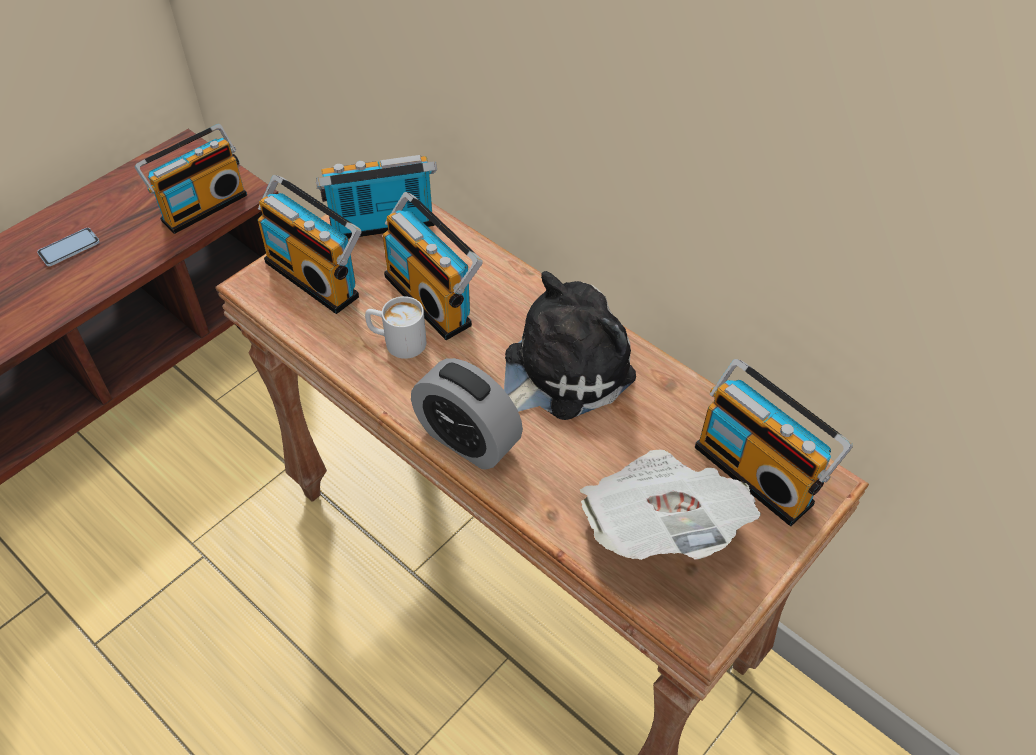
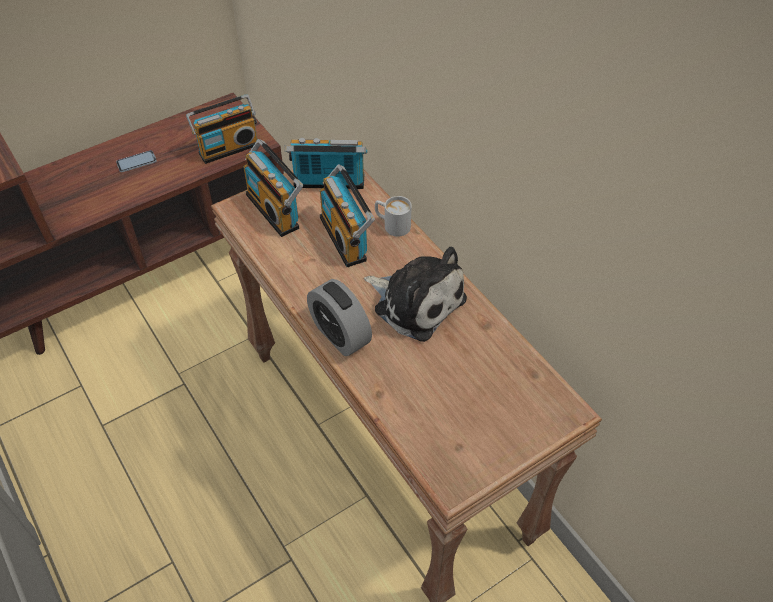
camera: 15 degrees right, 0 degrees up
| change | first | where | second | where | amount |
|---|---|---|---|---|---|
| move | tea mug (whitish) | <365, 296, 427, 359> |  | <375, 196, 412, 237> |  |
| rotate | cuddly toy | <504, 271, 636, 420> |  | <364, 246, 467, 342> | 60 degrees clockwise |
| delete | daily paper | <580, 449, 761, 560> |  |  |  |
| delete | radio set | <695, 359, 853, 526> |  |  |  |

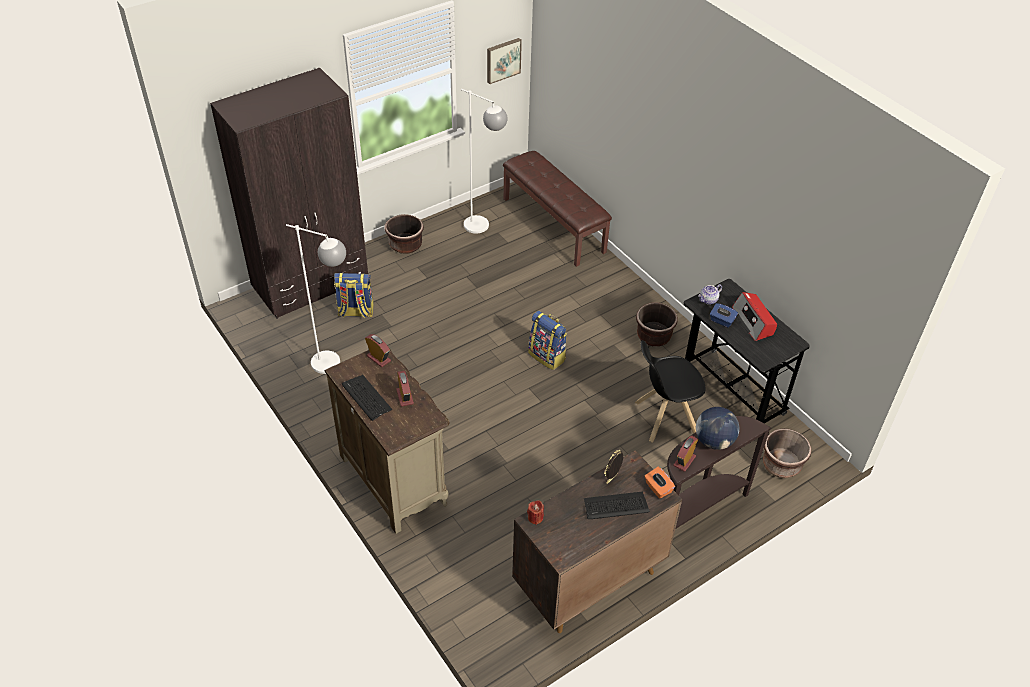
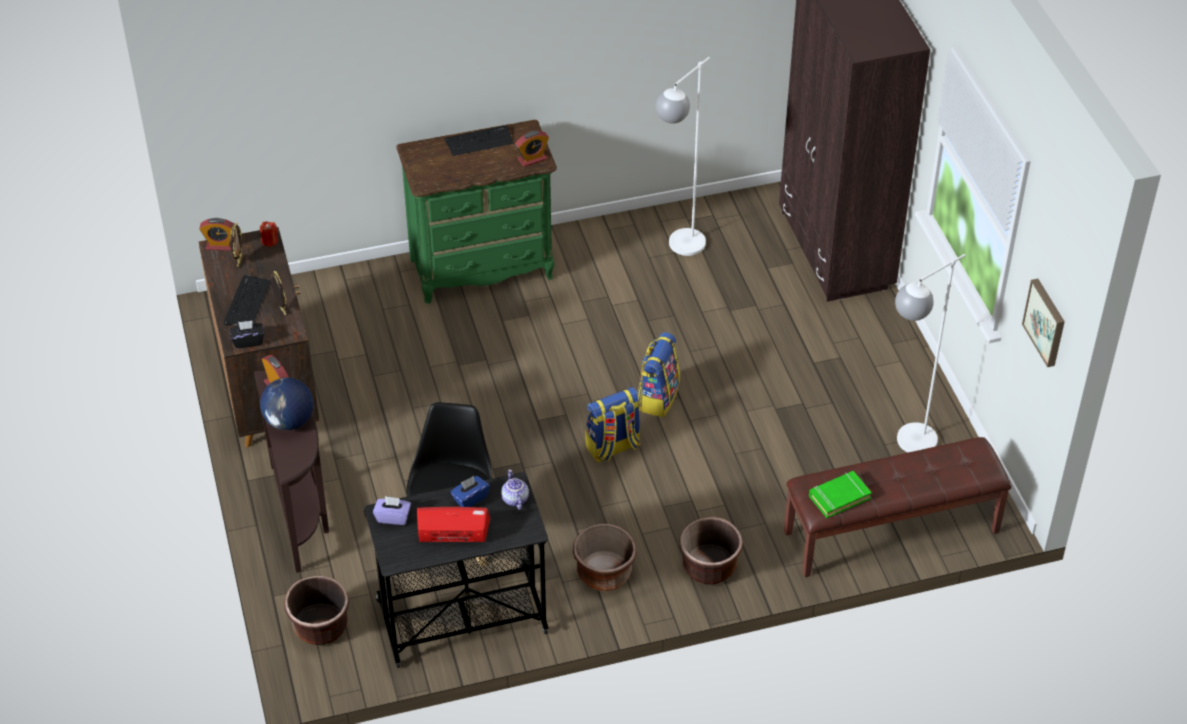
camera: 110 degrees right, 0 degrees up
| change | first | where | second | where | amount |
|---|---|---|---|---|---|
| recolor | dresser (beige-coloured) | <324, 348, 449, 534> | dresser (green-coloured) | <396, 119, 557, 304> |  |
| move | backpack | <334, 273, 374, 318> |  | <637, 332, 680, 417> |  |
| move | planter (brown-coloured) | <384, 214, 424, 254> |  | <679, 517, 743, 585> |  |
| move | table clock | <396, 371, 414, 407> |  | <199, 218, 234, 251> |  |
| recolor | tissue box (orange-coloured) | <644, 467, 675, 499> | tissue box (black) | <230, 321, 264, 348> |  |
| insert |  |  | standing frame | <230, 222, 242, 267> |  |
| insert |  |  | tissue box (purple) | <373, 496, 411, 525> |  |
| insert |  |  | bound book (green-coloured) | <809, 471, 872, 518> |  |

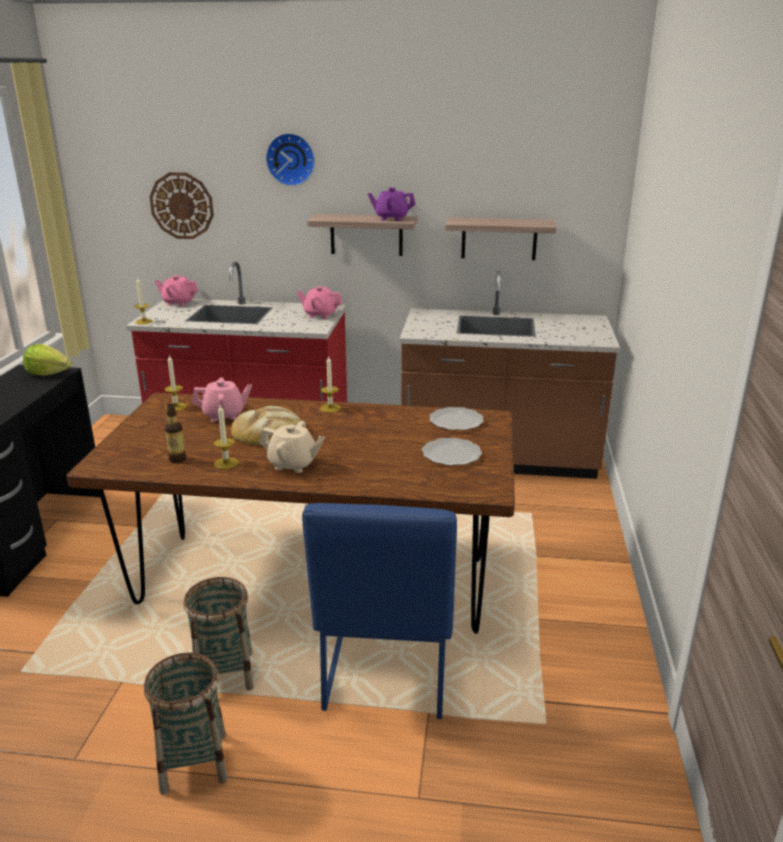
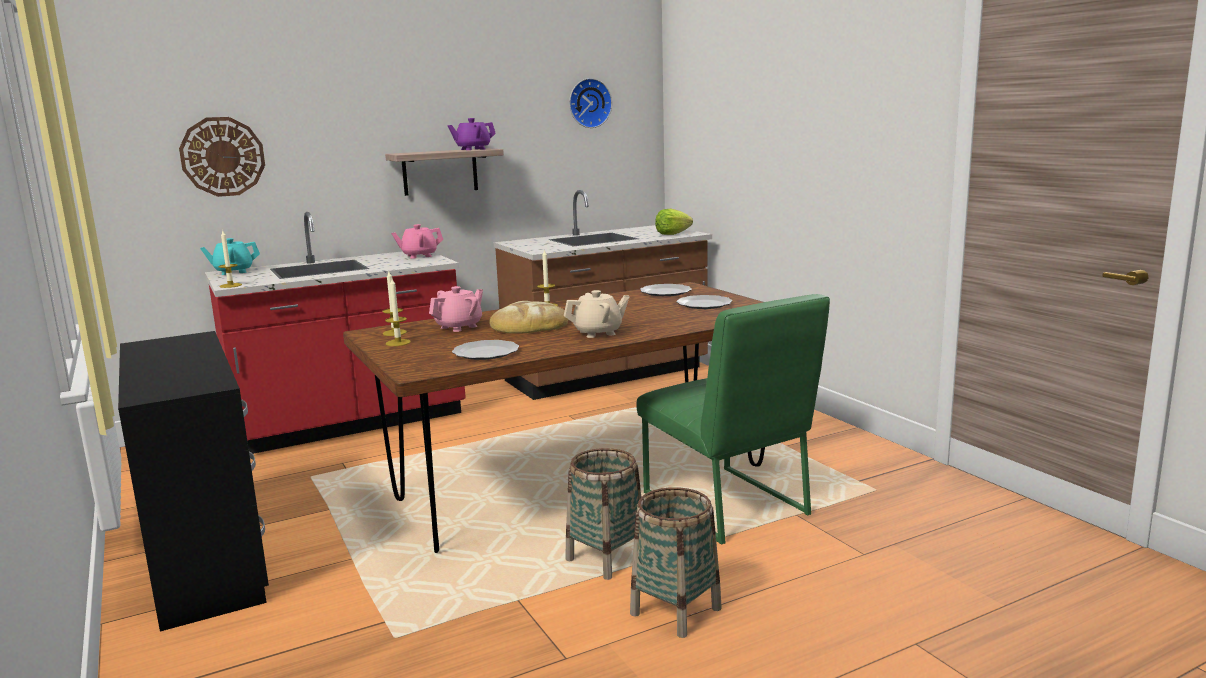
camera: 35 degrees left, 10 degrees down
| change | first | where | second | where | amount |
|---|---|---|---|---|---|
| move | lettuce | <23, 344, 72, 376> |  | <655, 209, 693, 235> |  |
| recolor | tea pot (pinkish) | <155, 275, 198, 306> | tea pot (turquoise) | <200, 238, 260, 275> |  |
| replace | drink bottle | <165, 404, 186, 463> | plate | <452, 340, 519, 360> |  |
| move | candle | <214, 405, 239, 469> |  | <385, 279, 411, 346> |  |
| move | hanging clock | <265, 133, 315, 186> |  | <569, 78, 612, 128> |  |
| recolor | upright chair (bluish) | <302, 503, 457, 719> | upright chair (green-coloured) | <637, 294, 830, 544> |  |
| delete | bracket shelf | <445, 217, 556, 260> |  |  |  |

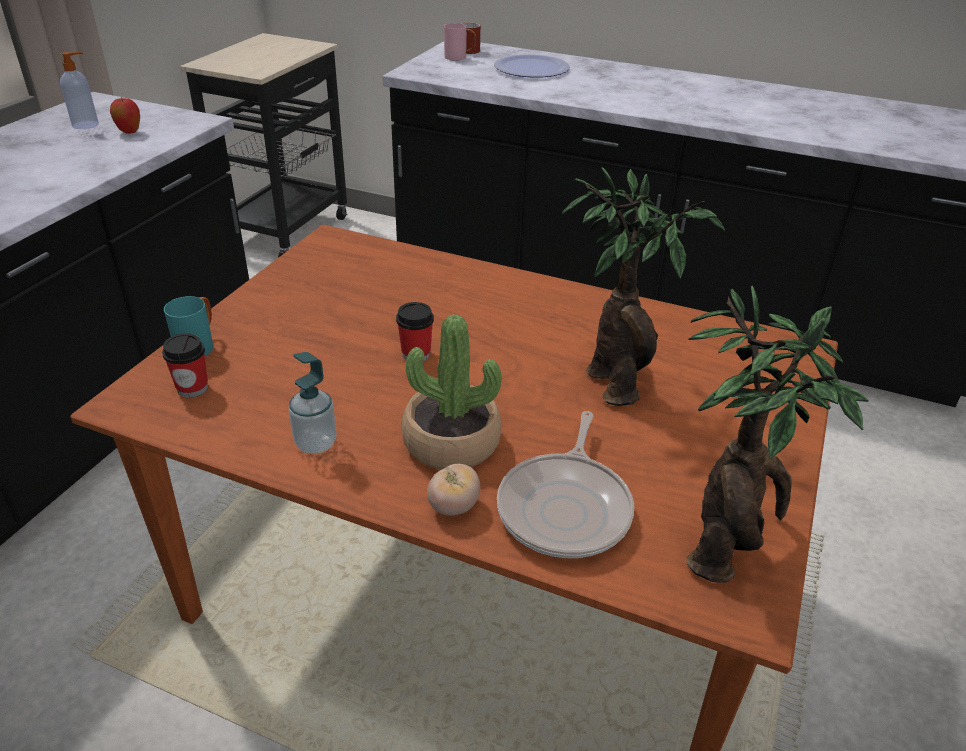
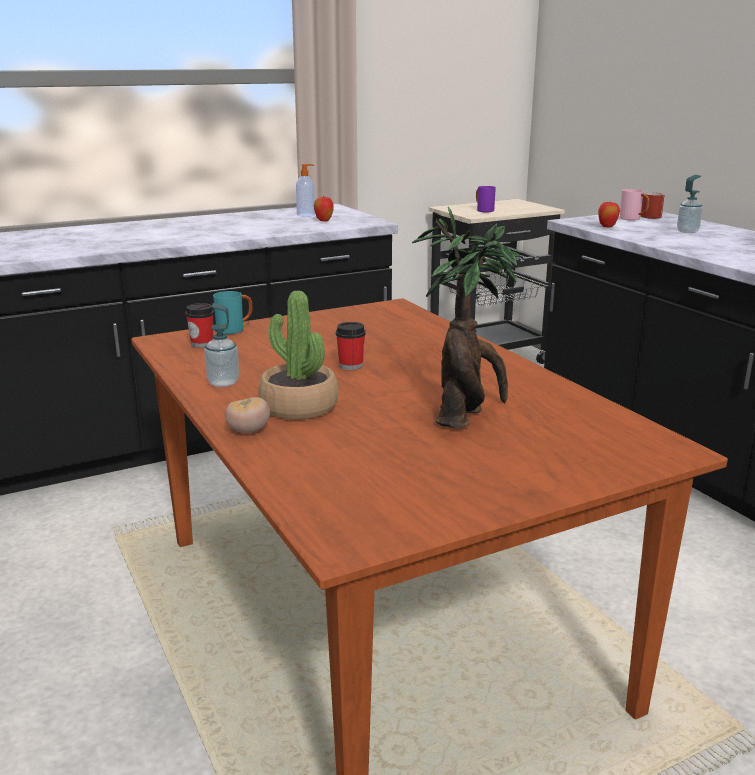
camera: 40 degrees right, 15 degrees down
| change | first | where | second | where | amount |
|---|---|---|---|---|---|
| replace | plate | <494, 54, 570, 78> | soap bottle | <677, 175, 703, 233> |  |
| delete | skillet | <497, 411, 634, 558> |  |  |  |
| delete | houseplant | <686, 285, 869, 583> |  |  |  |
| insert |  |  | tea mug (purple) | <476, 186, 496, 212> |  |
| insert |  |  | apple | <598, 202, 620, 227> |  |

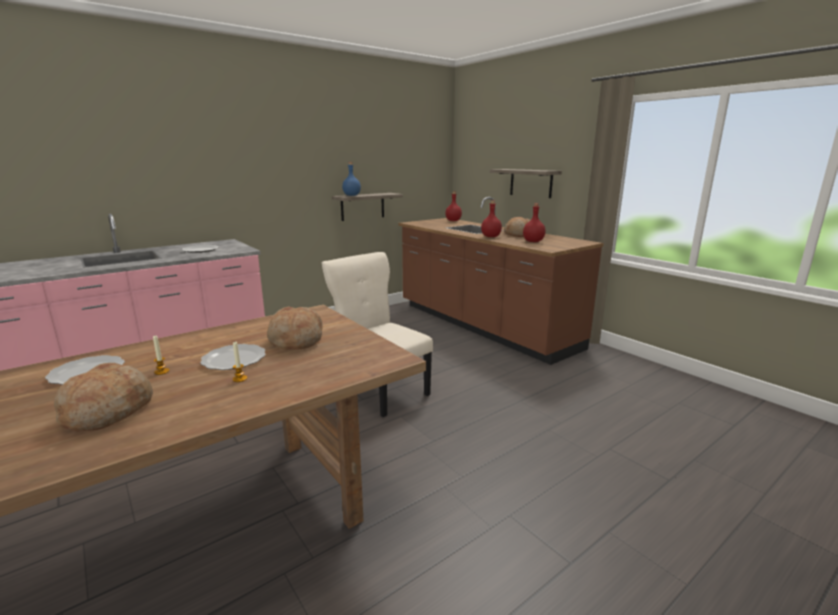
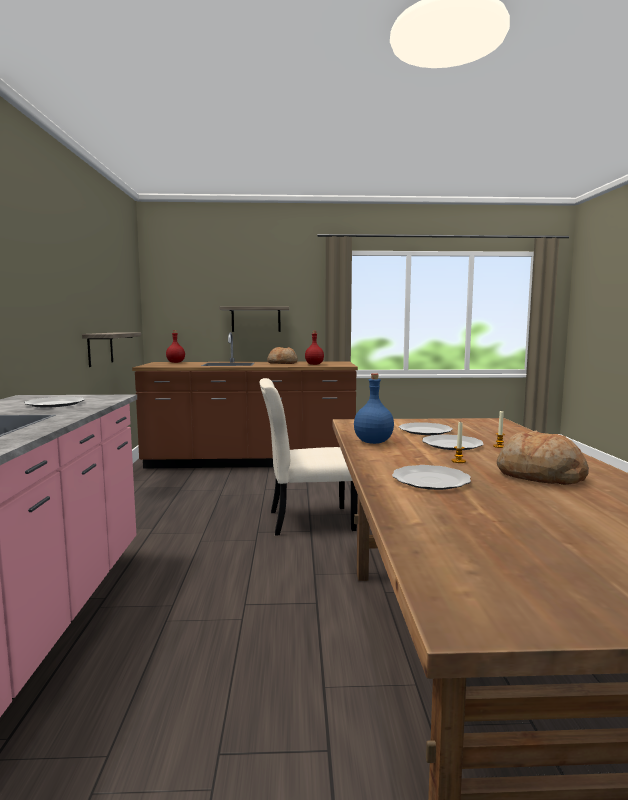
camera: 55 degrees left, 10 degrees down
| change | first | where | second | where | amount |
|---|---|---|---|---|---|
| replace | bread | <267, 306, 323, 350> | plate | <399, 422, 453, 435> |  |
| move | drink bottle (bluish) | <342, 162, 361, 196> |  | <354, 373, 394, 444> |  |
| delete | drink bottle (reddish) | <481, 200, 502, 237> |  |  |  |

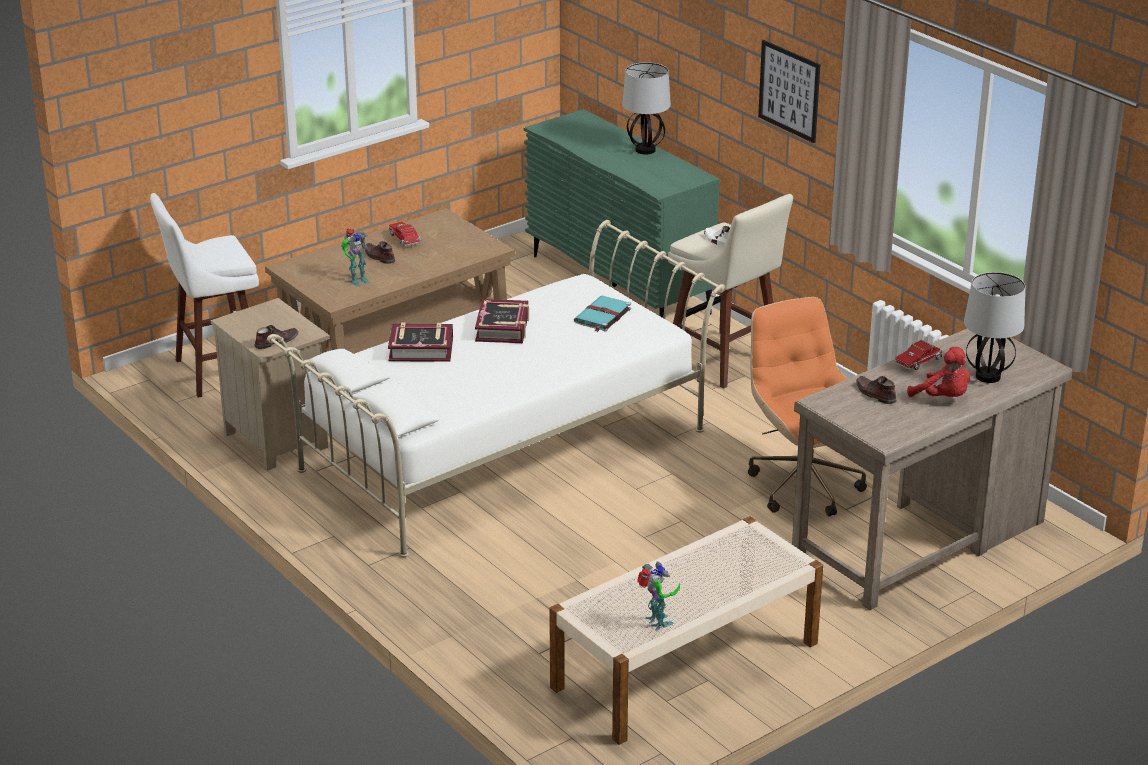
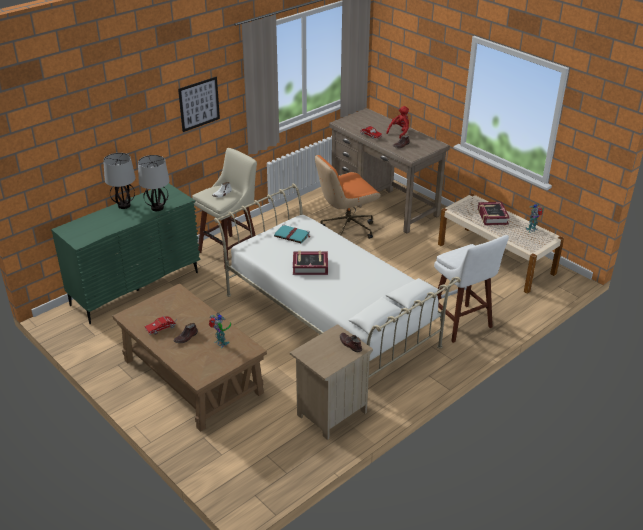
camera: 95 degrees left, 5 degrees up
| change | first | where | second | where | amount |
|---|---|---|---|---|---|
| move | sitting stool (whitish) | <150, 193, 259, 398> |  | <434, 235, 509, 343> |  |
| move | bound book | <388, 323, 453, 362> |  | <478, 202, 510, 225> |  |
| move | table lamp | <964, 272, 1025, 383> |  | <138, 155, 170, 211> |  |

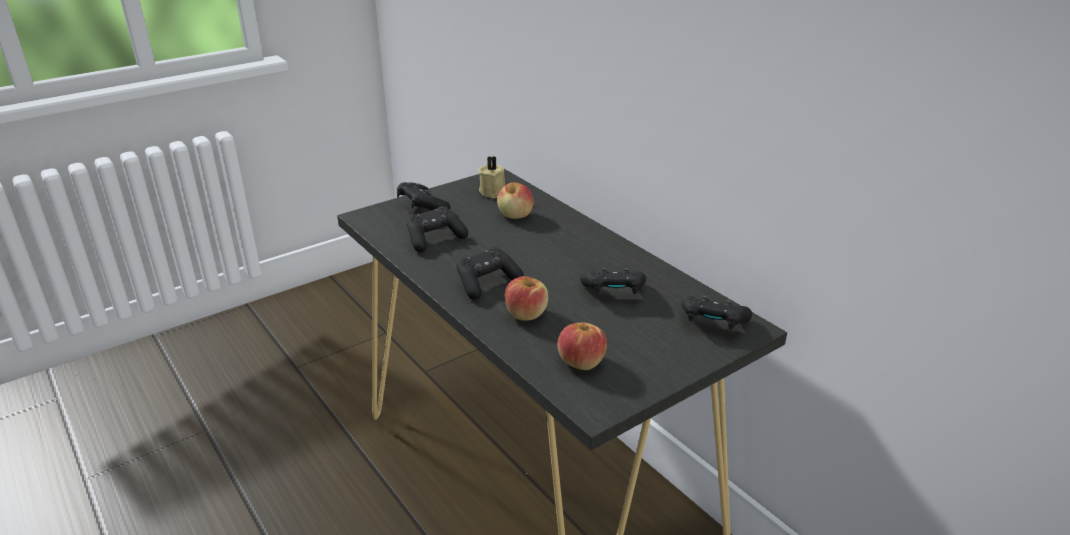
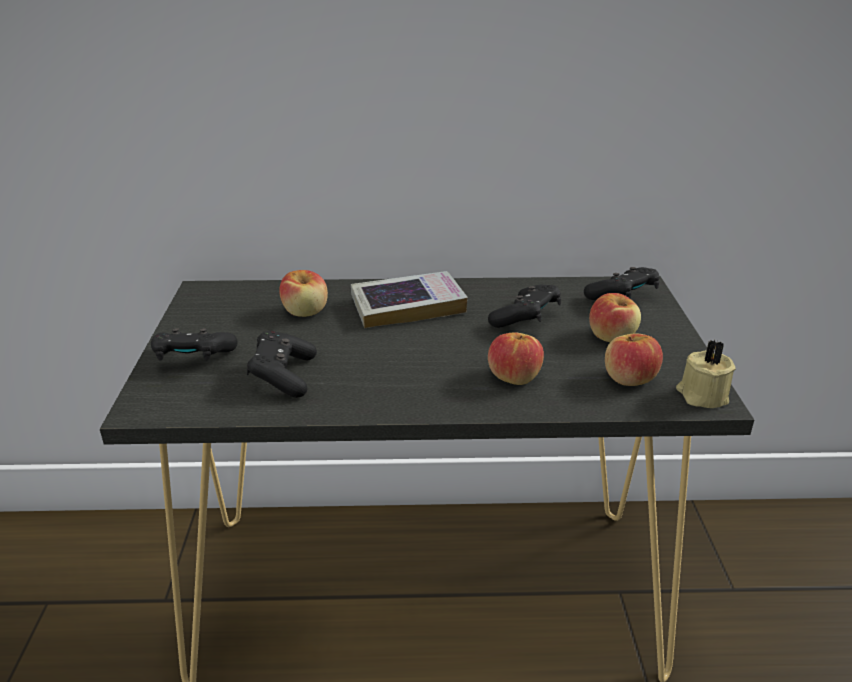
camera: 55 degrees left, 0 degrees up
| change | first | where | second | where | amount |
|---|---|---|---|---|---|
| delete | joypad (black) | <457, 247, 524, 300> |  |  |  |
| move | candle (beige-coloured) | <478, 156, 505, 198> |  | <676, 340, 736, 408> |  |
| insert |  |  | bound book | <351, 271, 468, 328> |  |
| insert |  |  | apple | <589, 293, 641, 342> |  |

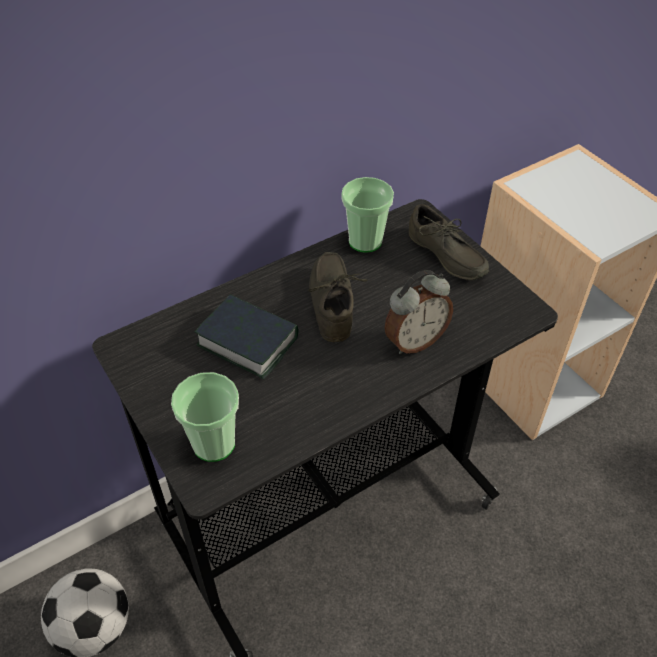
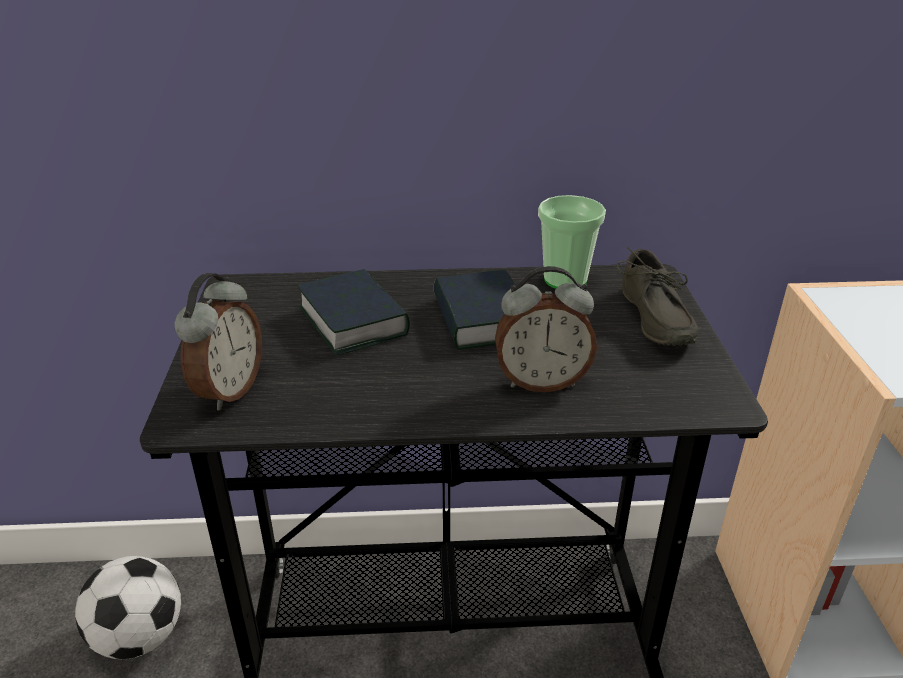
camera: 30 degrees right, 15 degrees down
| change | first | where | second | where | amount |
|---|---|---|---|---|---|
| replace | cup | <171, 372, 239, 462> | table clock | <174, 273, 262, 411> |  |
| replace | low shoe (grey) | <308, 252, 368, 343> | bound book | <434, 270, 516, 350> |  |

